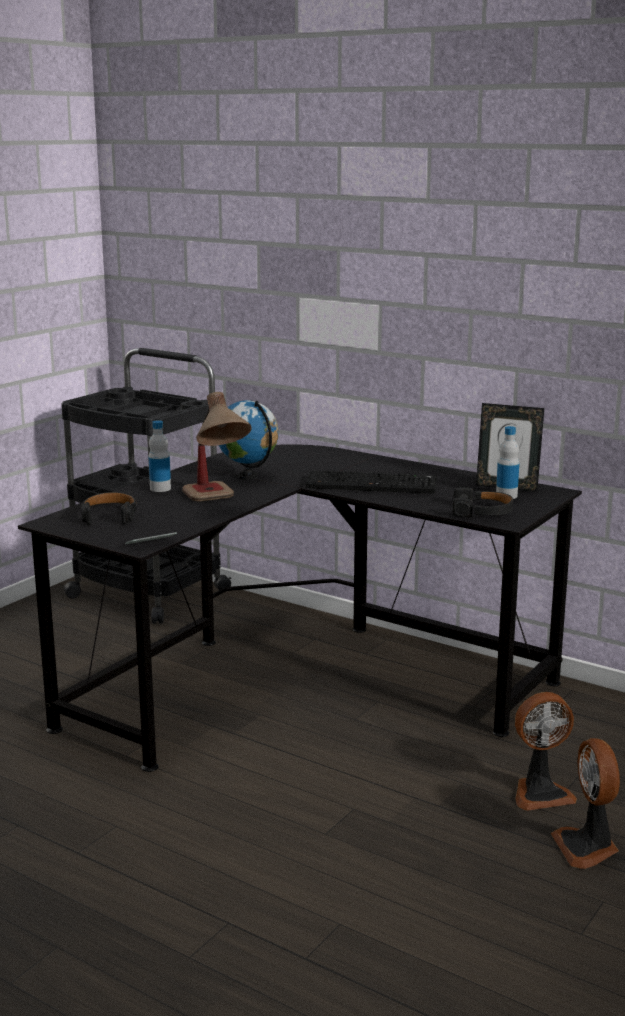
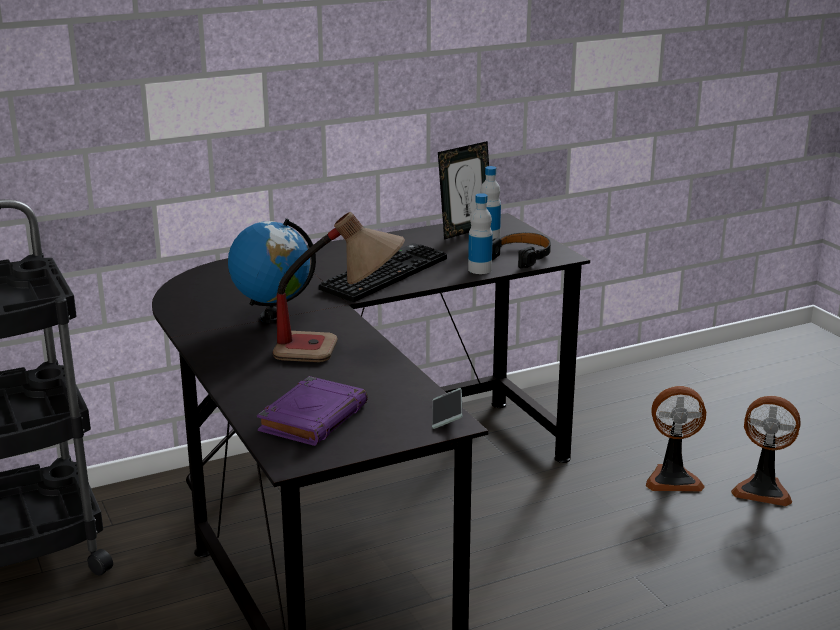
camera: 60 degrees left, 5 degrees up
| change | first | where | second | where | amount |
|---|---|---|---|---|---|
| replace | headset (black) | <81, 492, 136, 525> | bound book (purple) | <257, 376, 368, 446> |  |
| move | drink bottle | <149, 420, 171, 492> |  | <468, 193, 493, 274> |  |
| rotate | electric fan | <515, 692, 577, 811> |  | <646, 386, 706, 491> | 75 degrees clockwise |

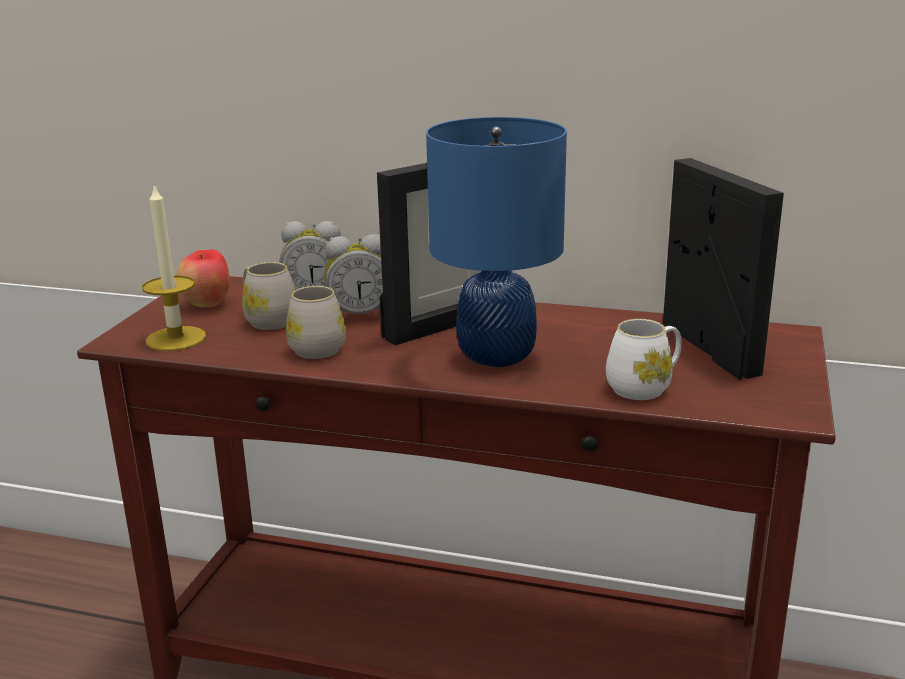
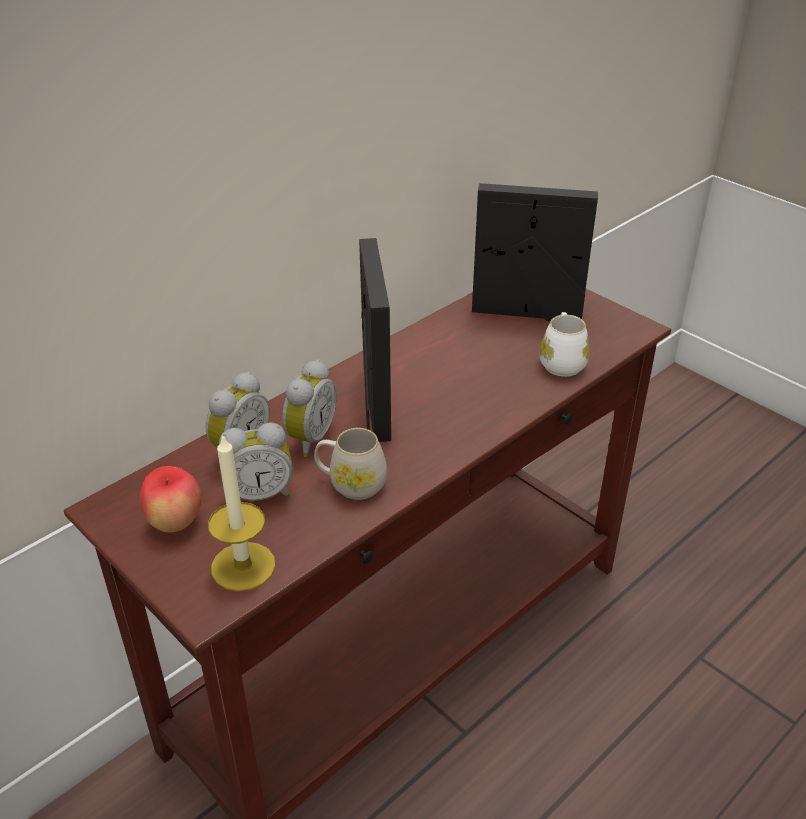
camera: 60 degrees left, 15 degrees up
| change | first | where | second | where | amount |
|---|---|---|---|---|---|
| replace | tea mug (whitish) | <242, 262, 296, 330> | table clock | <219, 422, 293, 501> |  |
| delete | table lamp (bluish) | <426, 117, 567, 367> |  |  |  |

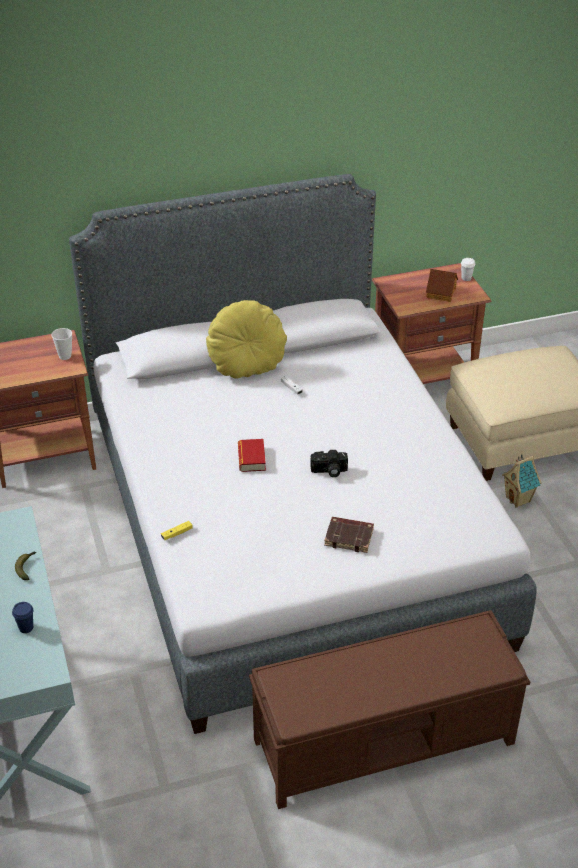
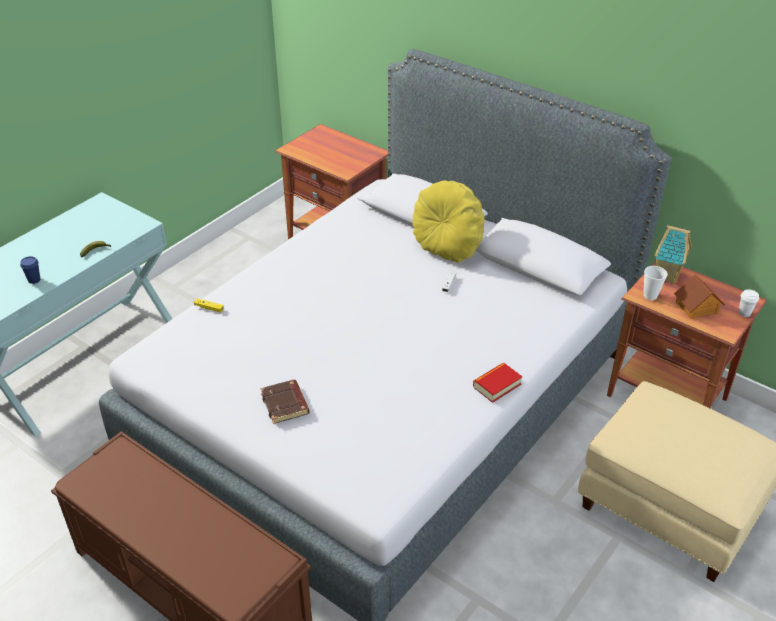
camera: 55 degrees right, 0 degrees up
| change | first | where | second | where | amount |
|---|---|---|---|---|---|
| move | cup | <52, 328, 72, 360> |  | <644, 266, 668, 300> |  |
| move | bound book | <238, 439, 266, 472> |  | <473, 363, 522, 403> |  |
| delete | still camera | <311, 450, 348, 477> |  |  |  |
| move | model house | <502, 454, 542, 508> |  | <655, 225, 692, 284> |  |

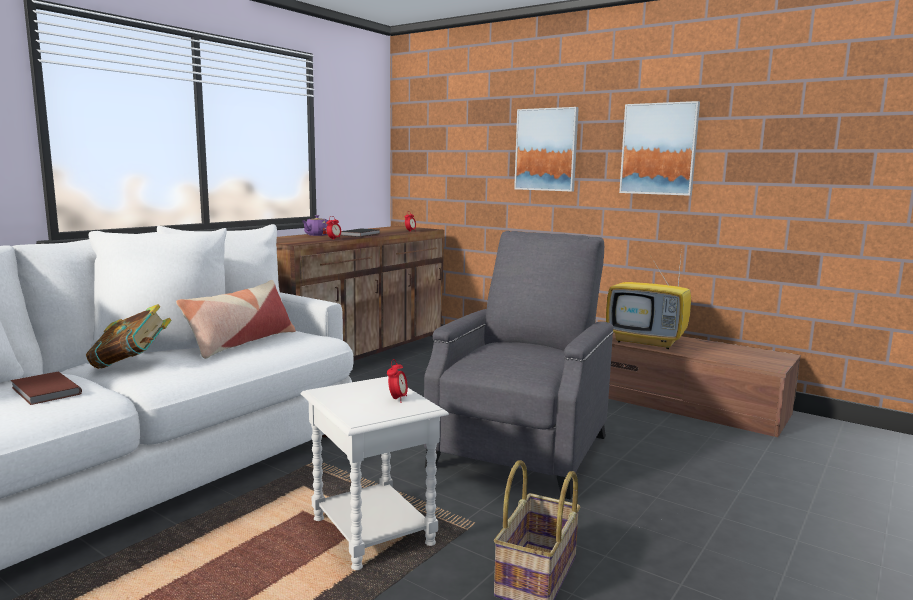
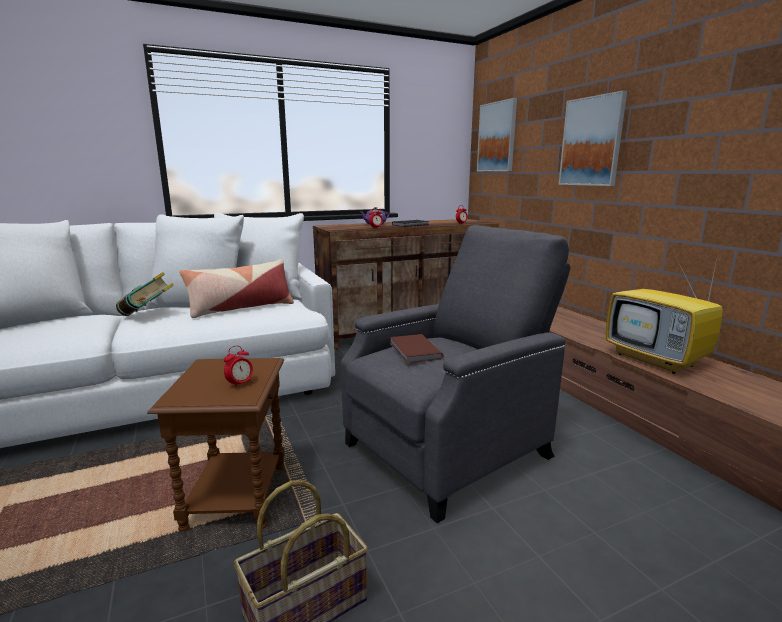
camera: 30 degrees right, 5 degrees up
| change | first | where | second | where | amount |
|---|---|---|---|---|---|
| move | bound book (brown-coloured) | <11, 372, 82, 405> |  | <390, 334, 443, 363> |  |
| recolor | side table (whitish) | <301, 376, 449, 570> | side table (brown-coloured) | <147, 358, 285, 532> |  |
| move | wall picture | <619, 101, 700, 196> |  | <477, 98, 517, 171> |  |

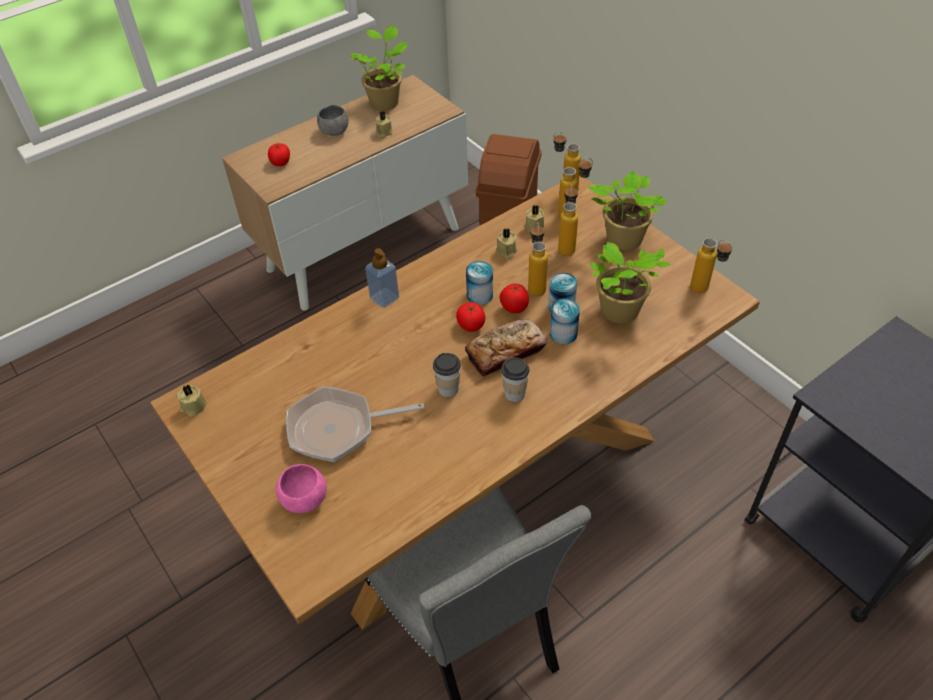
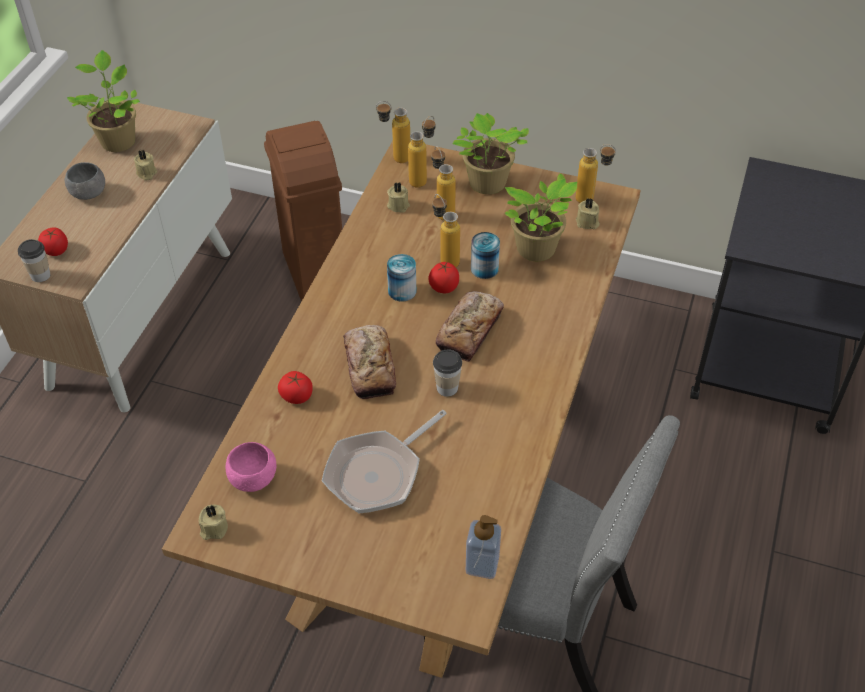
camera: 35 degrees left, 0 degrees up
| change | first | where | second | where | amount |
|---|---|---|---|---|---|
| move | serving bowl (pinkish) | <276, 464, 327, 513> |  | <226, 442, 276, 492> |  |
| move | soap bottle | <365, 248, 399, 308> |  | <466, 515, 501, 579> |  |
| move | whole tomato | <456, 302, 485, 332> |  | <278, 371, 313, 404> |  |
| move | candle (beige-coloured) | <496, 228, 517, 259> |  | <576, 198, 599, 229> |  |
| move | cup | <501, 357, 529, 402> |  | <18, 239, 50, 282> |  |
| delete | metal can | <550, 299, 580, 345> |  |  |  |
| insert |  |  | bread | <343, 325, 396, 399> |  |

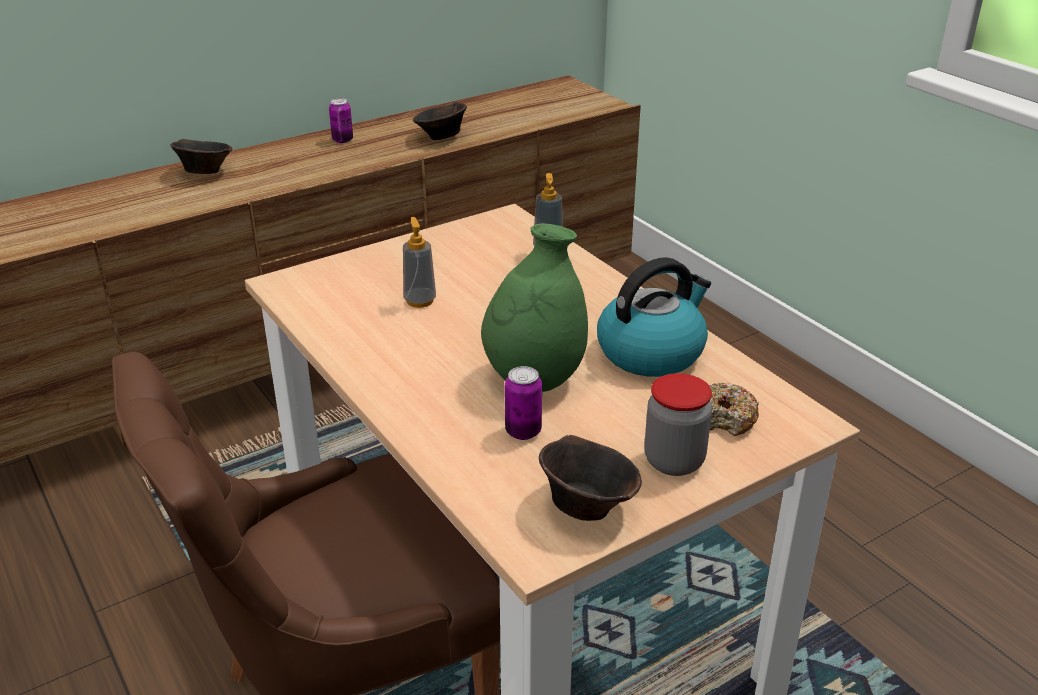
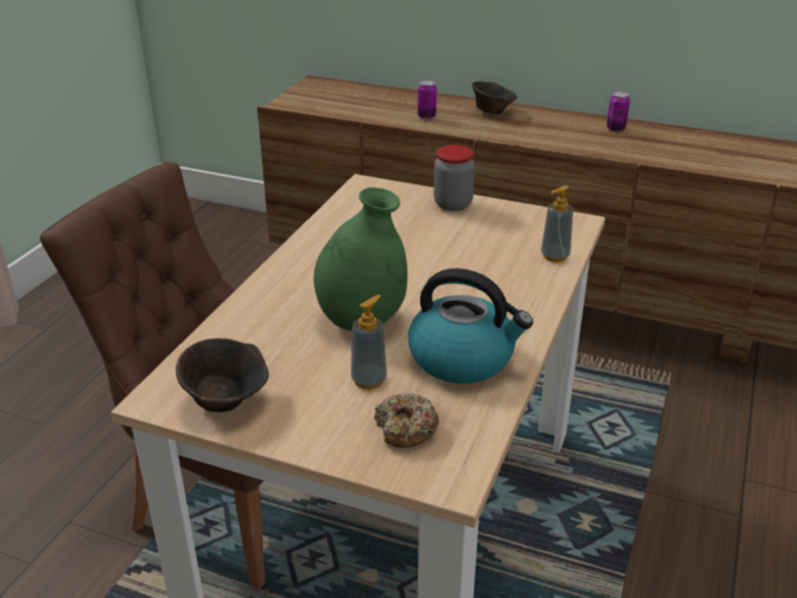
camera: 55 degrees right, 0 degrees up
| change | first | where | second | where | amount |
|---|---|---|---|---|---|
| move | soap bottle | <403, 217, 436, 308> |  | <351, 295, 387, 390> |  |
| delete | serving bowl (brown-coloured) | <413, 101, 467, 140> |  |  |  |
| move | metal can | <505, 366, 542, 440> |  | <418, 80, 437, 119> |  |
| move | preserve jar | <644, 373, 712, 476> |  | <434, 145, 475, 211> |  |

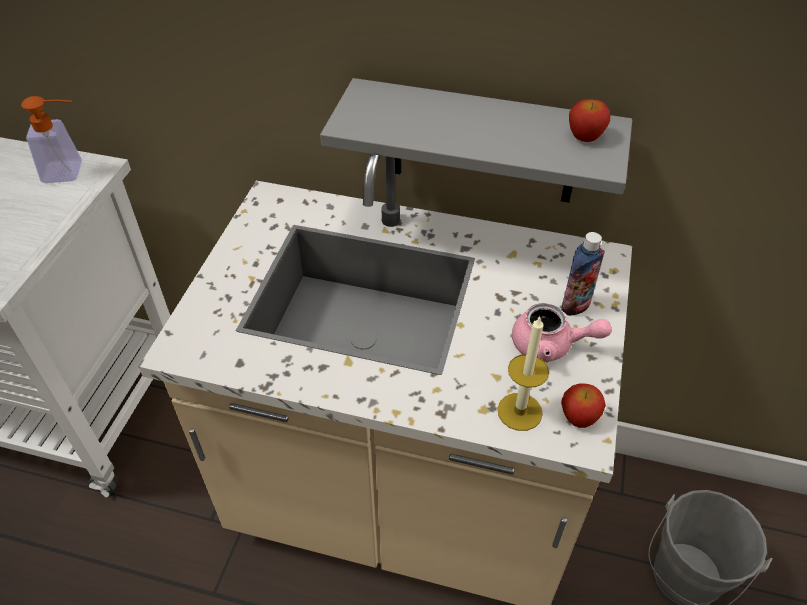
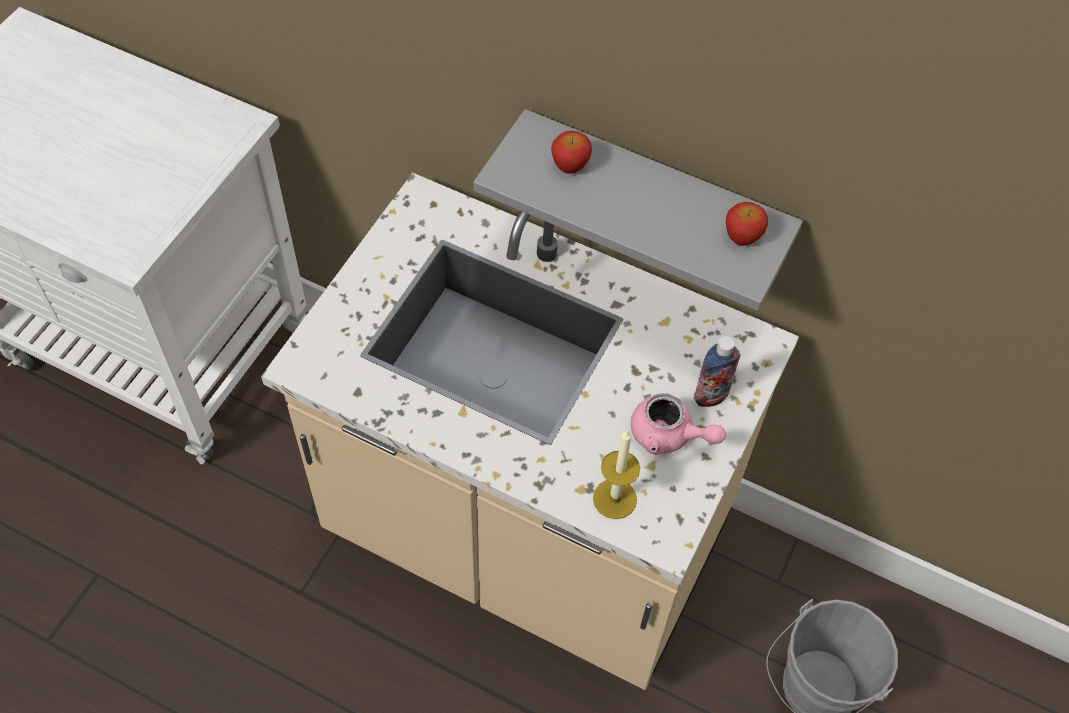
camera: 10 degrees right, 10 degrees up
| change | first | where | second | where | amount |
|---|---|---|---|---|---|
| delete | soap bottle | <21, 96, 82, 183> |  |  |  |
| move | apple | <561, 383, 606, 428> |  | <551, 131, 592, 174> |  |

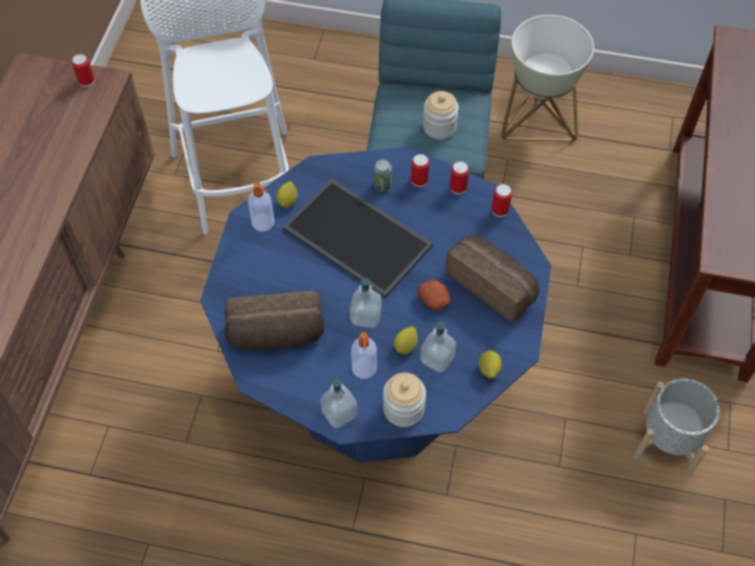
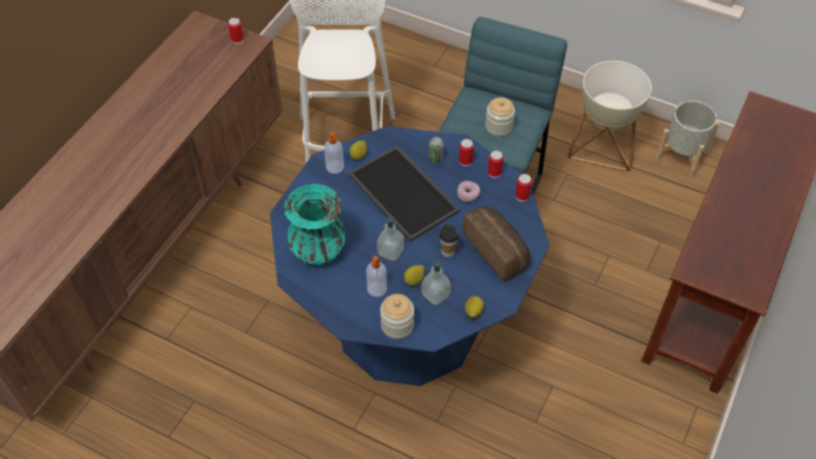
camera: 15 degrees right, 5 degrees down
| change | first | where | second | where | amount |
|---|---|---|---|---|---|
| replace | bread | <224, 291, 325, 350> | vase (turquoise) | <284, 184, 345, 265> |  |
| delete | soap bottle | <320, 378, 357, 428> |  |  |  |
| replace | whole potato | <418, 280, 451, 310> | cup | <439, 225, 459, 257> |  |
| move | planter (grey) | <634, 378, 720, 476> |  | <655, 100, 719, 177> |  |
| insert |  |  | ring doughnut | <457, 181, 480, 202> |  |

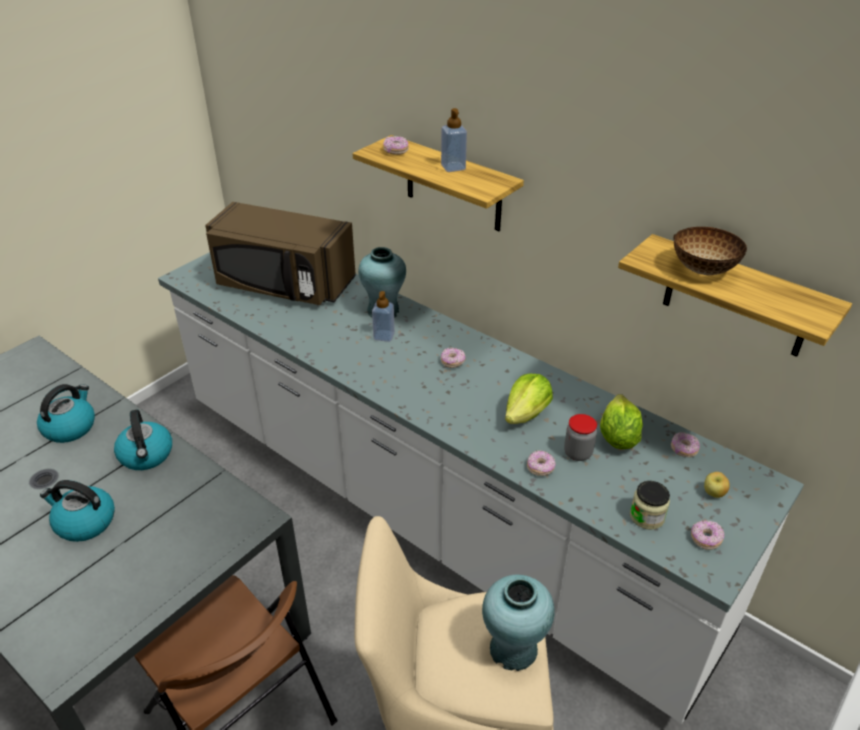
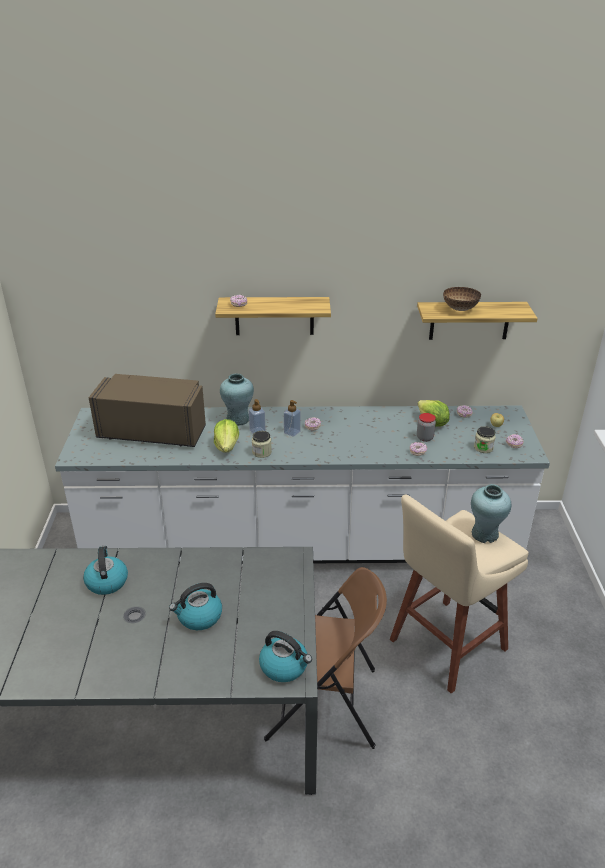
camera: 40 degrees left, 5 degrees down
| change | first | where | second | where | amount |
|---|---|---|---|---|---|
| move | water kettle | <114, 409, 172, 470> |  | <259, 631, 312, 682> |  |
| rotate | microwave (brown-coloured) | <205, 202, 356, 305> |  | <89, 374, 206, 447> | 150 degrees counterclockwise |
| move | soap bottle | <441, 108, 467, 172> |  | <284, 400, 301, 437> |  |
| move | lettuce | <505, 374, 553, 424> |  | <214, 419, 239, 453> |  |
| insert |  |  | preserve jar | <252, 431, 272, 458> |  |

